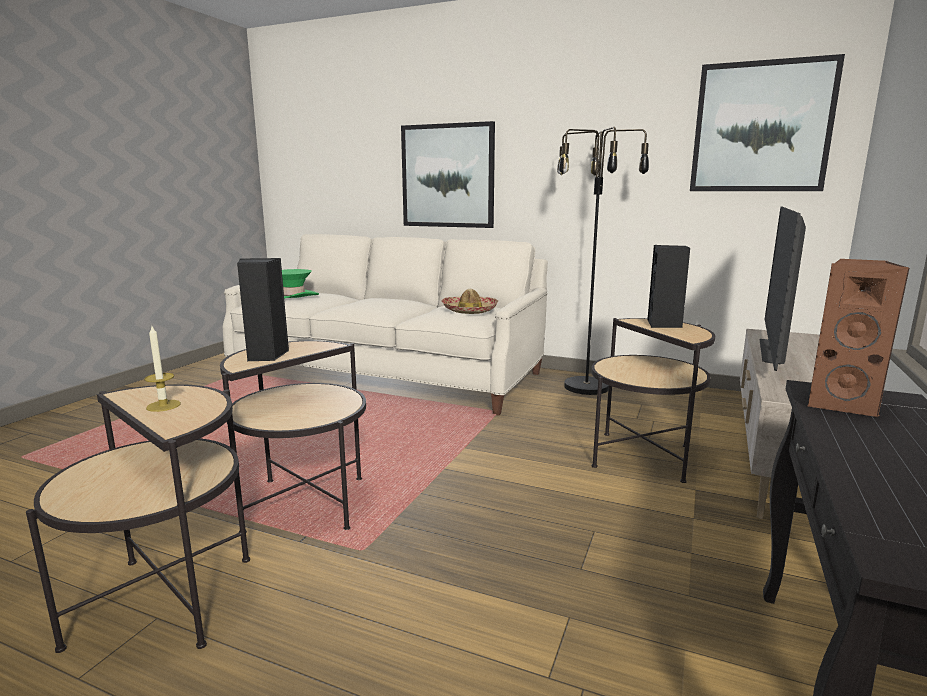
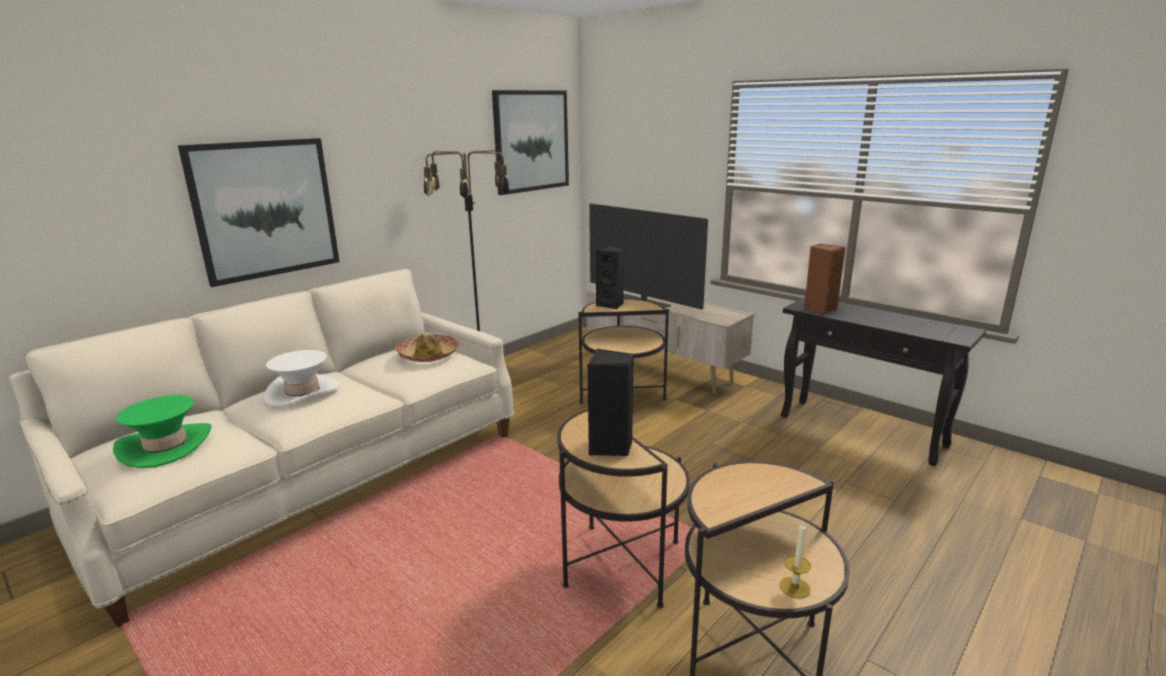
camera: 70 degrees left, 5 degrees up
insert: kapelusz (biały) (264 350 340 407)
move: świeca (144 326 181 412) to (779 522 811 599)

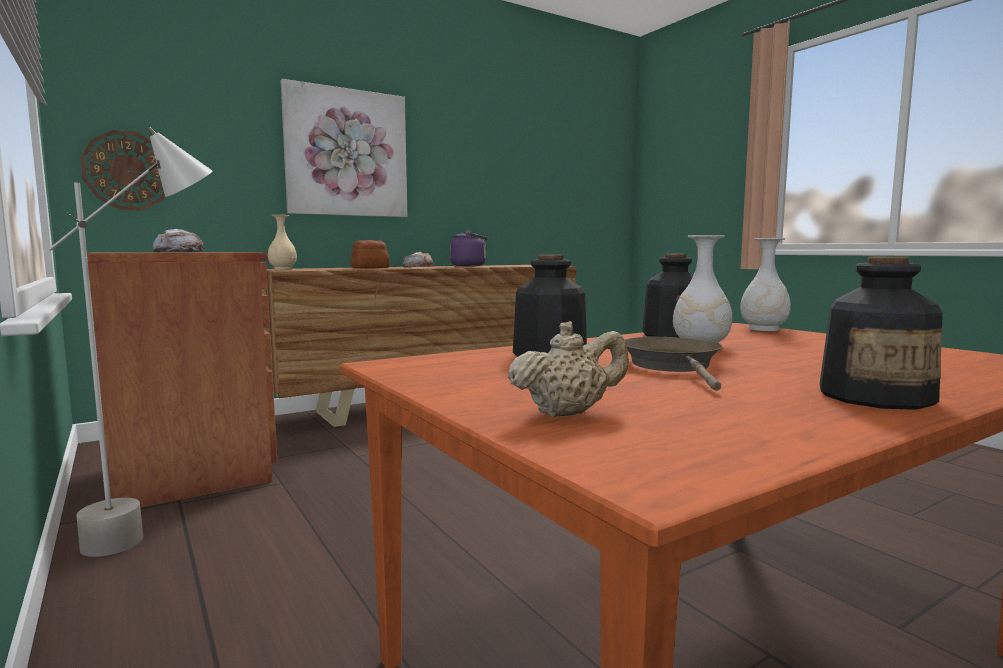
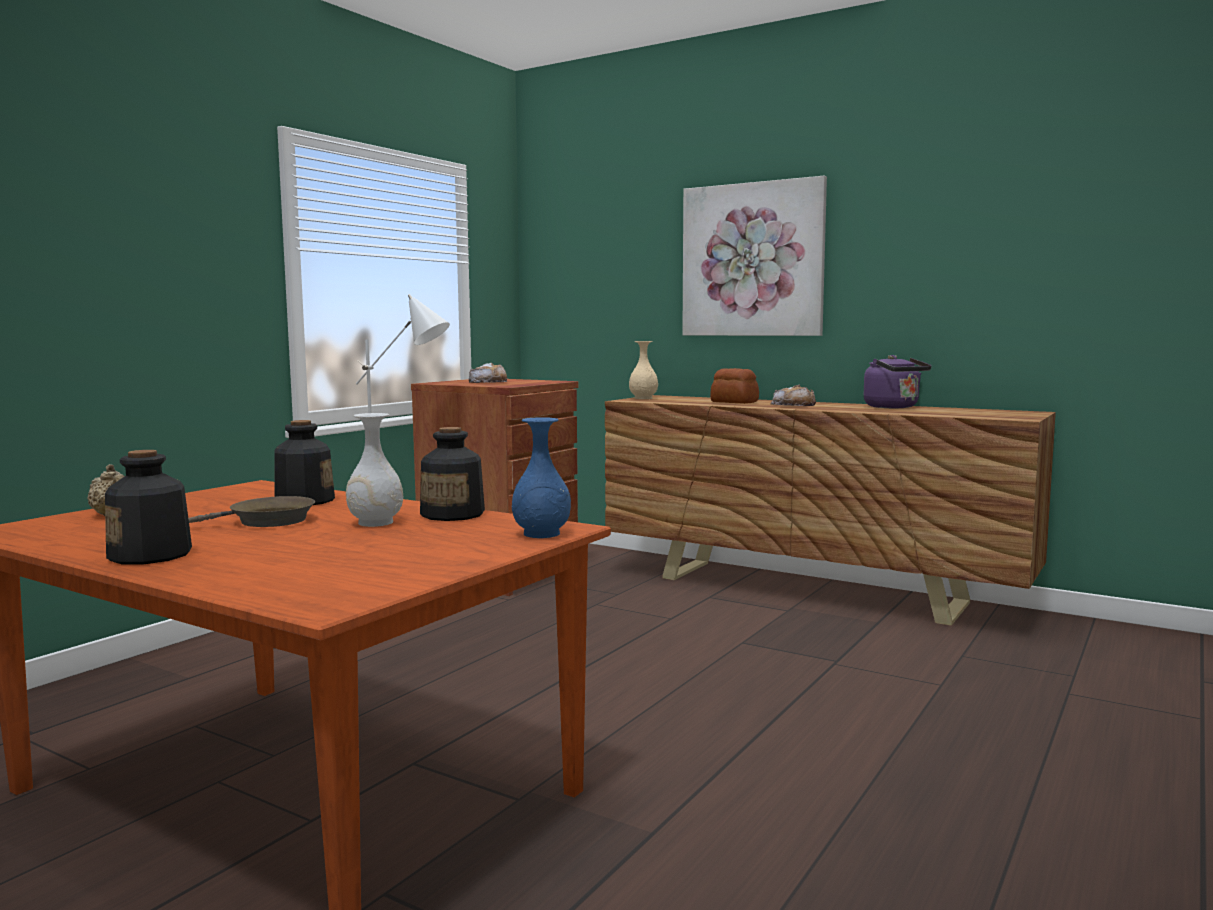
camera: 65 degrees right, 0 degrees up
delete: zegar ścienny (80 130 165 210)
recolor: wazon (biały) (740 238 791 331) to wazon (niebieski) (512 417 571 538)

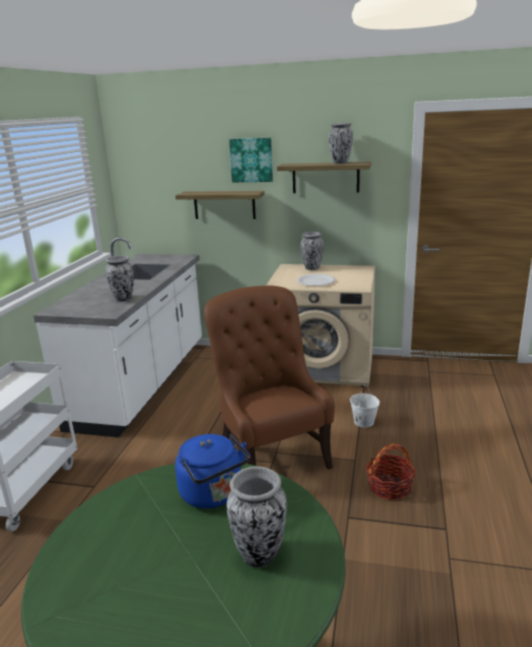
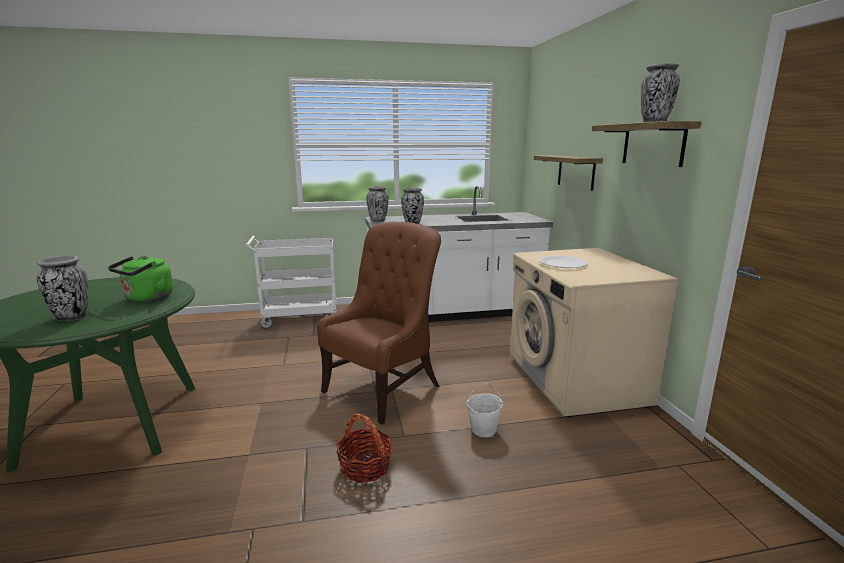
camera: 65 degrees right, 5 degrees down
delete: obraz (229 138 273 182)
move: wazon (300 232 324 270) to (366 186 389 222)
recolor: czajnik (niebieski) (175 434 250 509) to czajnik (zielony) (108 256 173 302)

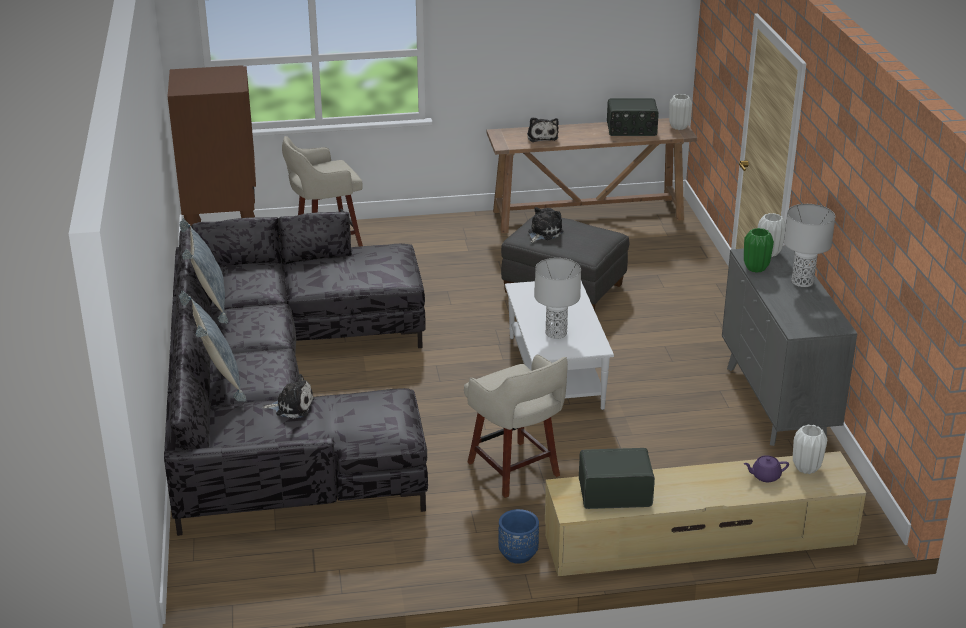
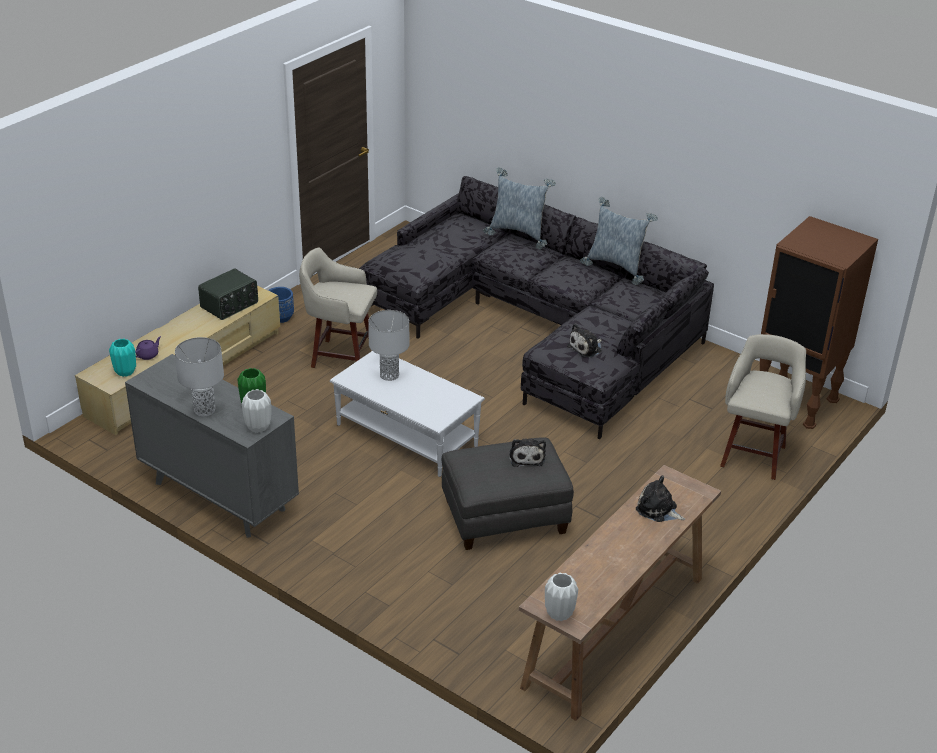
camera: 135 degrees right, 5 degrees up
delete: radio (607 98 659 136)
move: pluszak (263 374 314 418) to (567 324 602 358)
recolor: wazon (biały) (793 424 827 474) to wazon (turkusowy) (109 339 136 377)

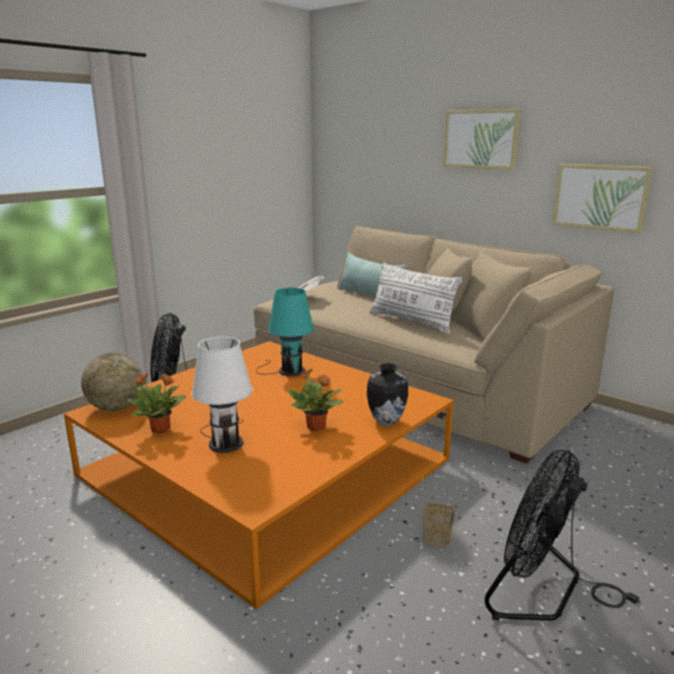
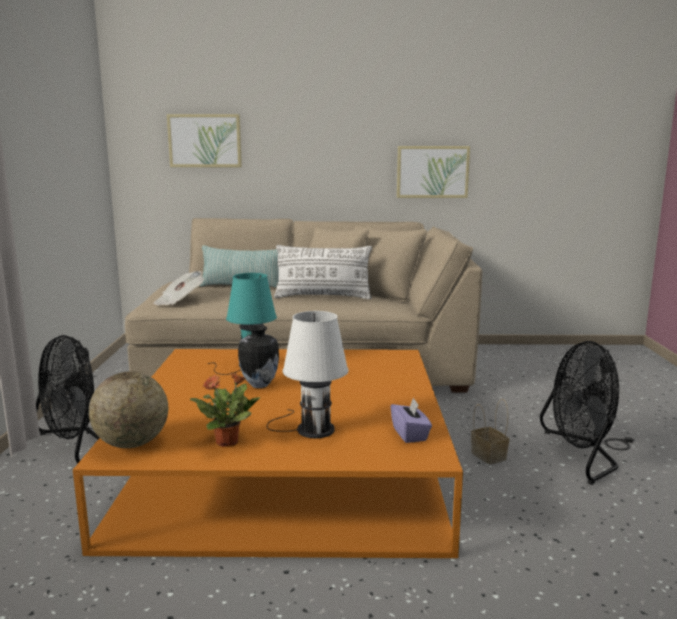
camera: 40 degrees left, 5 degrees down
delete: roślina doniczkowa (288 369 343 431)
insert: pudełko chusteczek (fioletowy) (391 397 432 443)
move: obraz (443 109 521 170) to (167 114 242 167); wazon (367 363 408 426) to (238 326 279 388)

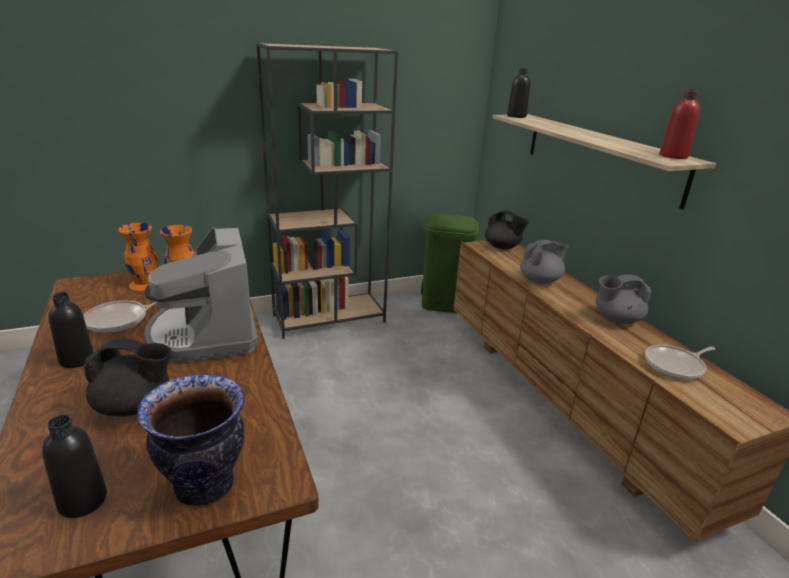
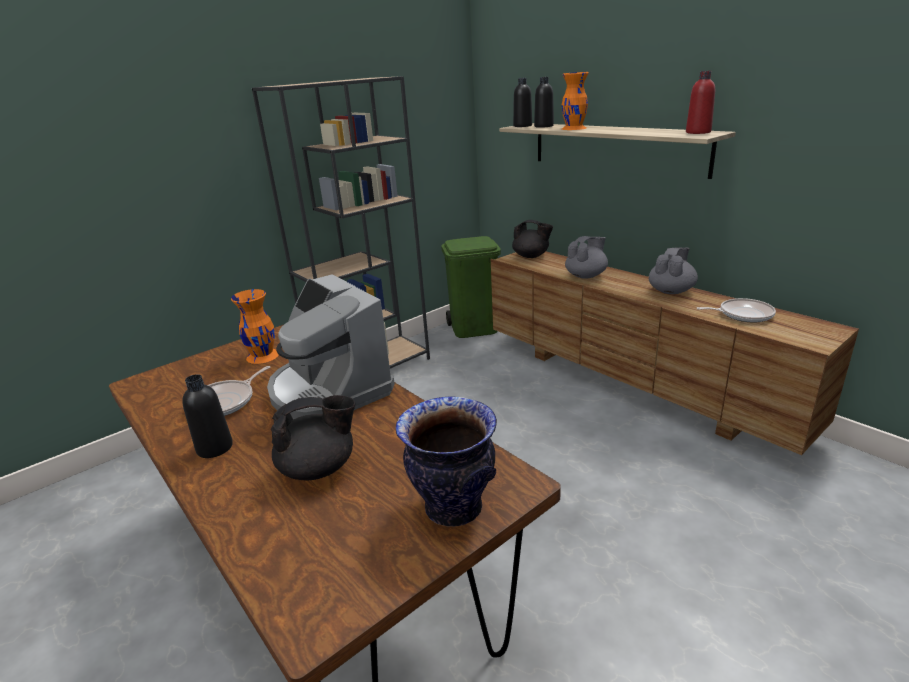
camera: 15 degrees left, 0 degrees up
move: butelka (czarny) (42 415 107 518) to (534 77 554 128); wazon (pomarańczowy) (118 223 158 291) to (562 72 589 130)
rotate: imbryk (szary) (596 275 651 324) = (649 247 698 294) 150 degrees clockwise; patelnia (645 345 715 380) = (697 298 776 322) 135 degrees counterclockwise

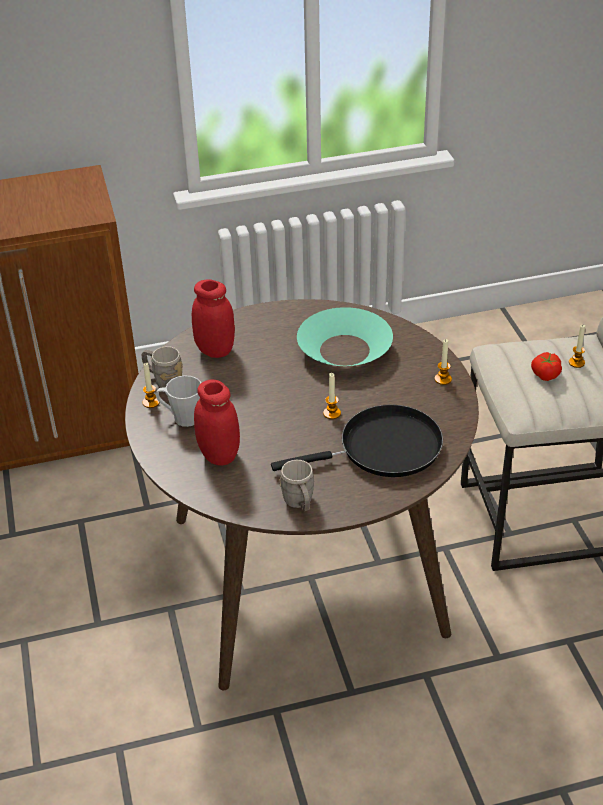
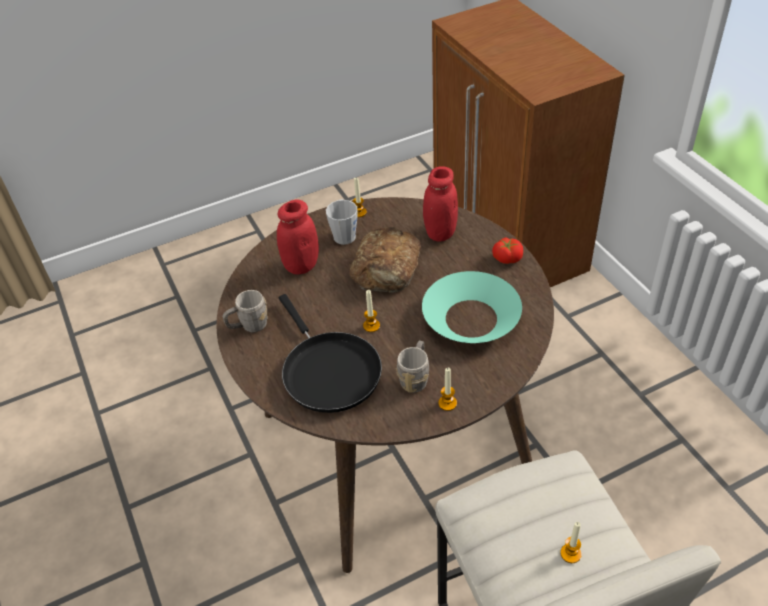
camera: 80 degrees right, 5 degrees up
insert: chleb (349 227 421 293)
move: kubek (szary) (142 346 183 388) to (396 341 429 393); pomidor (531 352 562 381) to (492 237 523 264)

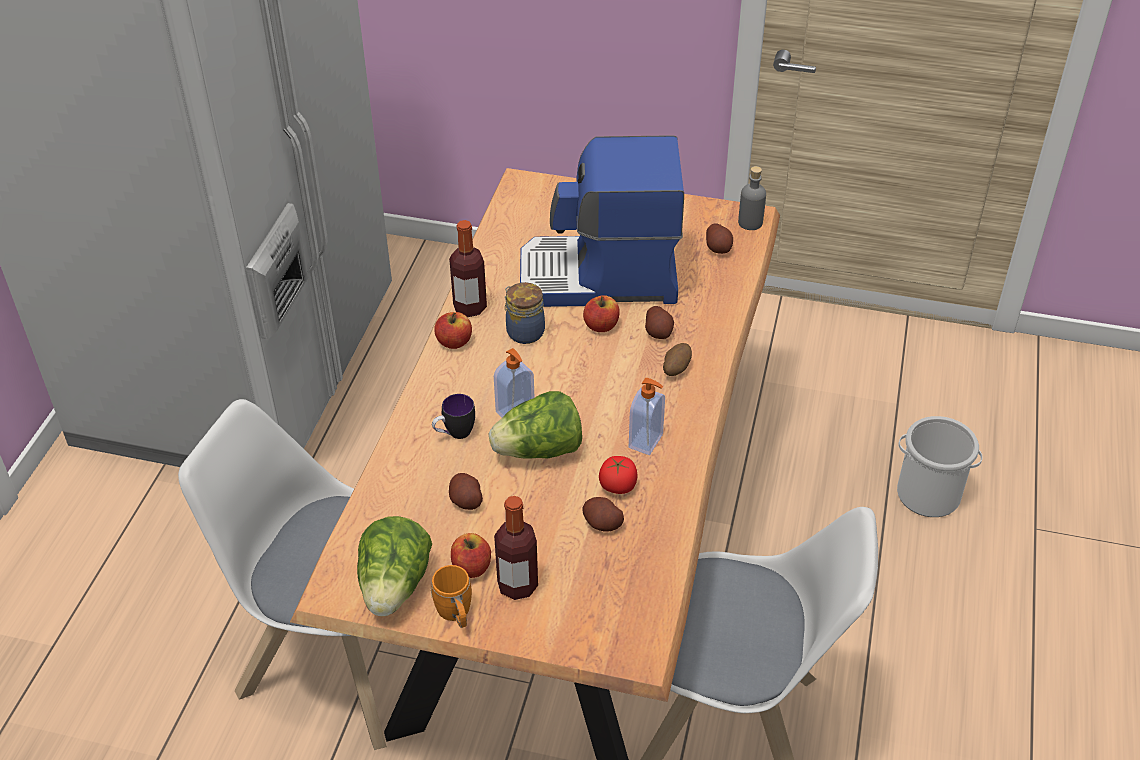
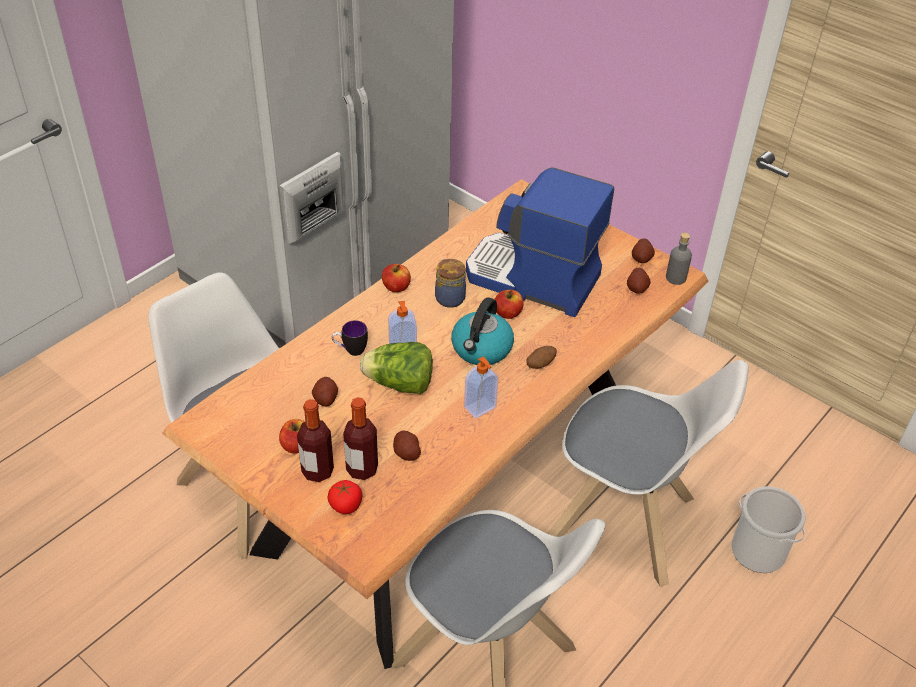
camera: 25 degrees right, 0 degrees up
delete: sałata (357 516 432 616); kubek (pomarańczowy) (430 565 472 628)
insert: czajnik (451 297 514 365); krzesło (547 360 749 587)
move: pomidor (599 456 637 494) to (328 480 362 514); butelka (449 220 487 317) to (343 397 378 480); ziemniak (645 306 674 339) to (632 239 655 263)

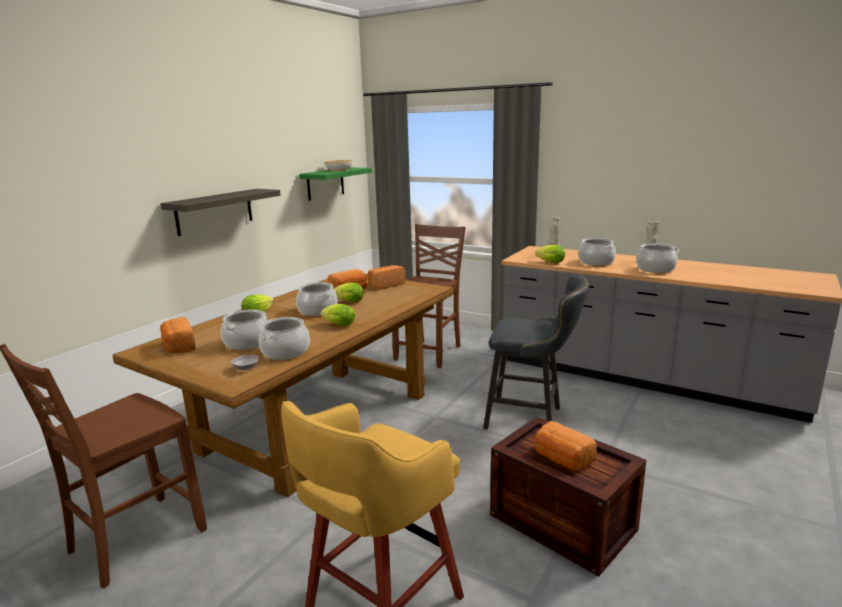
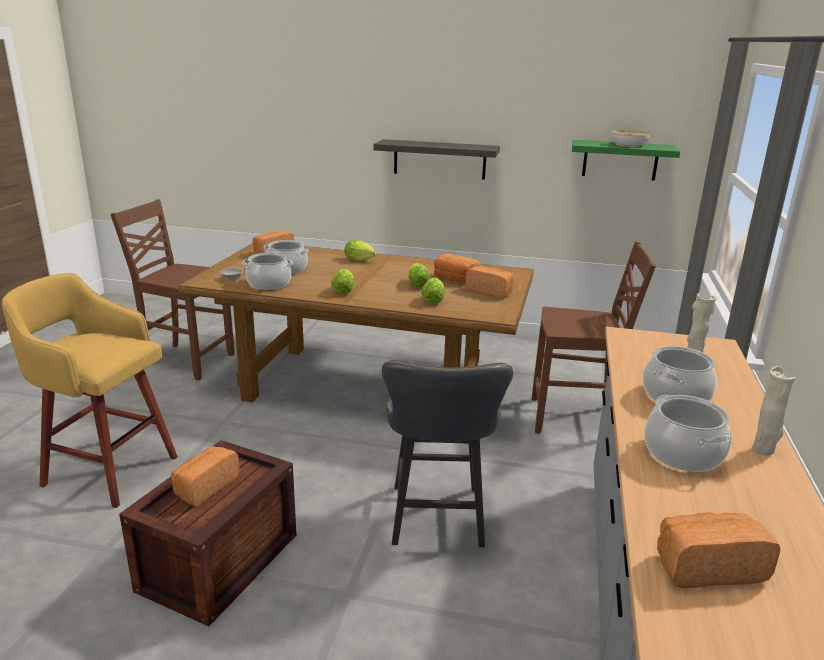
camera: 70 degrees right, 5 degrees up
delete: garnek (296 282 338 316)
insert: chleb (657 512 781 588)
move: sałata (535 245 565 263) to (421 278 445 304)

